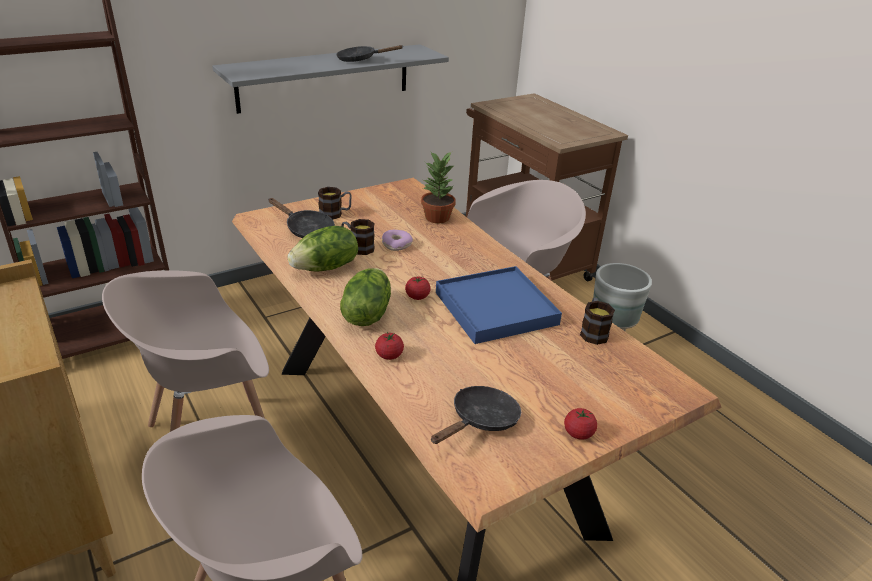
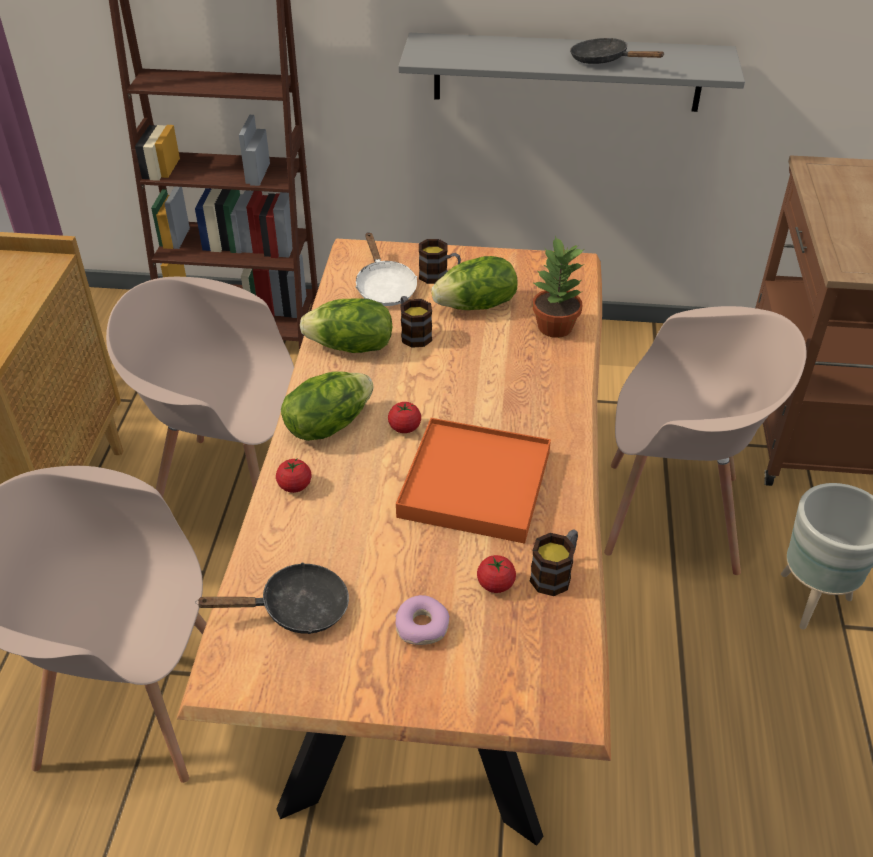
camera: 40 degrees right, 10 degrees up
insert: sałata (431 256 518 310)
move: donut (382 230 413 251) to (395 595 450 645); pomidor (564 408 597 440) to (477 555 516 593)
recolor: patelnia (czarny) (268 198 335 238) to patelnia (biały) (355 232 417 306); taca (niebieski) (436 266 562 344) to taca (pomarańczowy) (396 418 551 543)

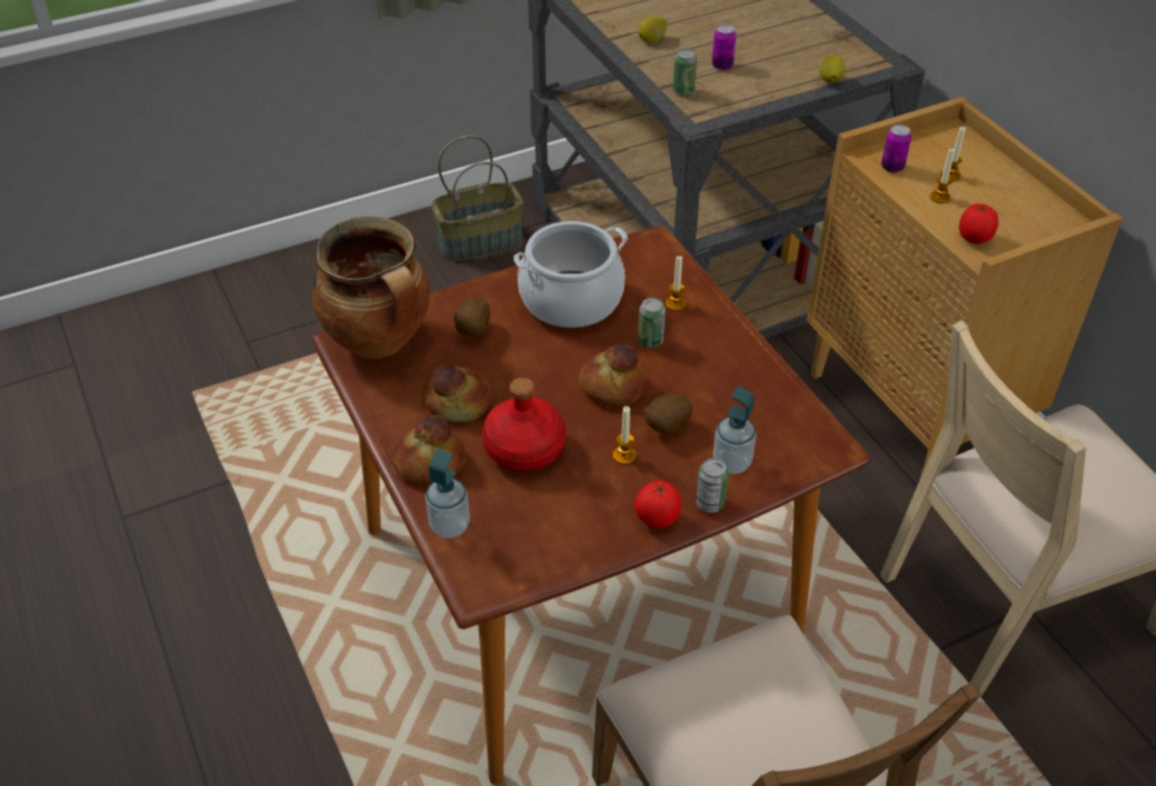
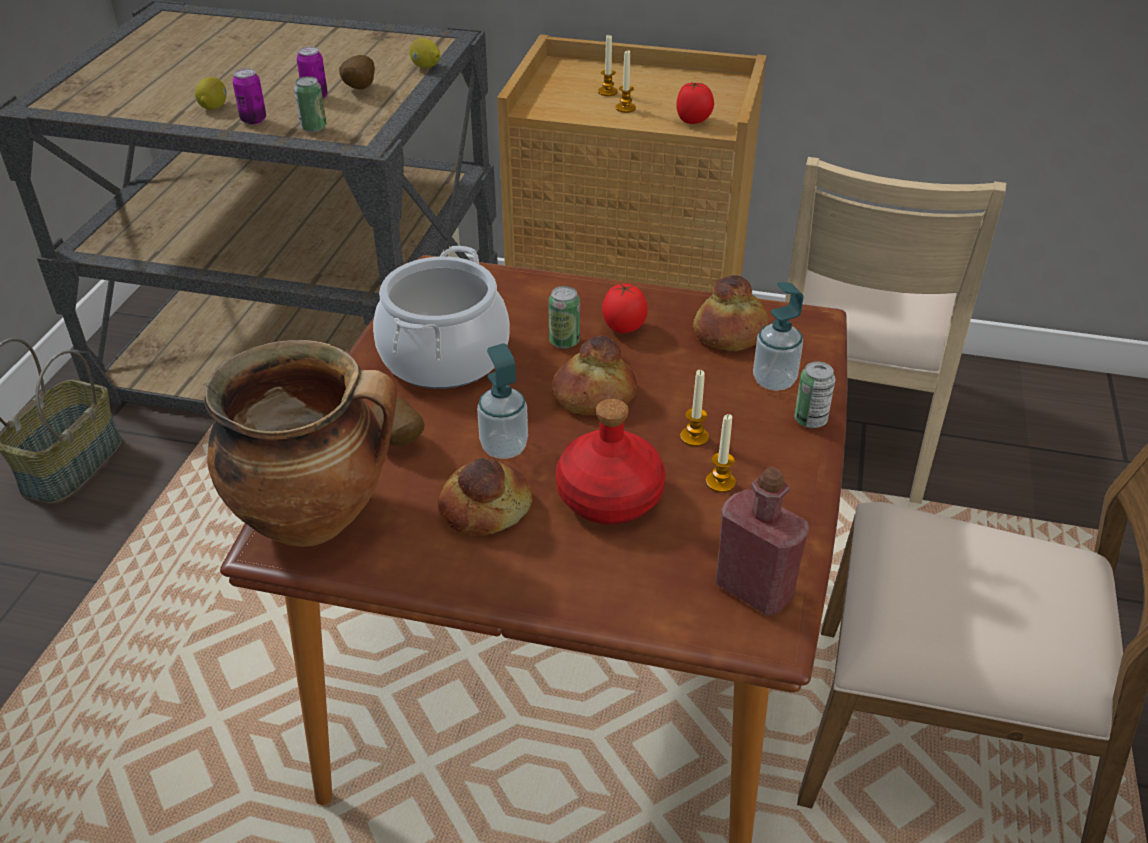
camera: 50 degrees left, 5 degrees down
insert: butelka (czerwony) (716 467 809 616)
move: puszka (881 124 911 173) to (232 68 266 125); ziemniak (643 394 693 433) to (339 55 375 90); dozownik mydła (425 449 470 538) to (477 343 528 459); pomidor (635 481 681 528) to (602 283 648 333); chleb (393 415 466 484) to (693 275 769 351); świeca (666 255 686 311) to (706 414 736 493)

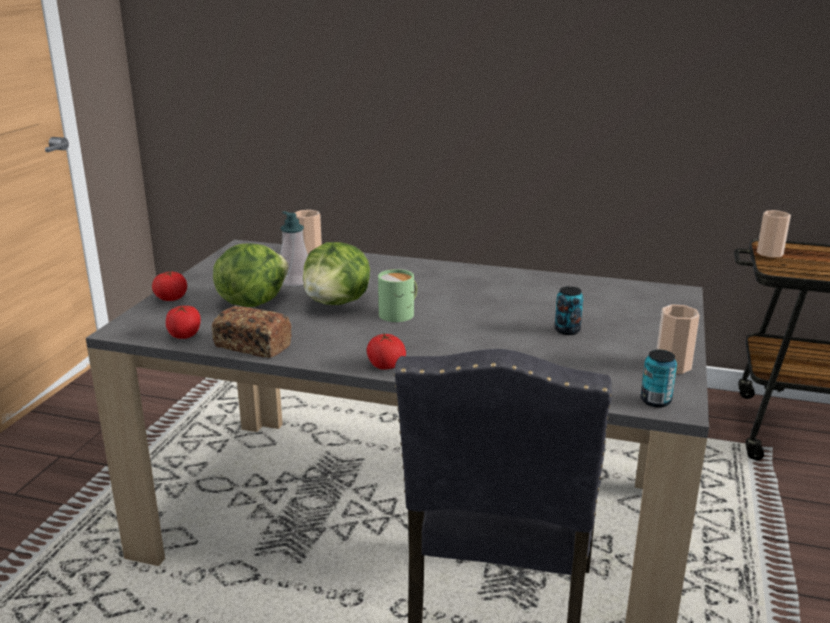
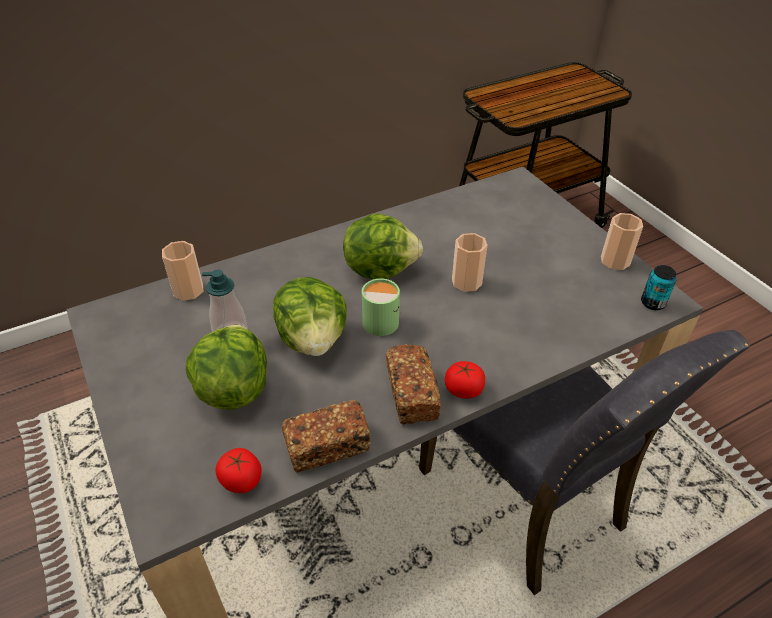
camera: 45 degrees left, 20 degrees up
delete: pomidor (152 271 187 301); puszka (555 286 583 335)
insert: sałata (343 213 423 279); chleb (386 344 441 424)
move: filiżanka (757 210 791 258) to (452 233 487 292)

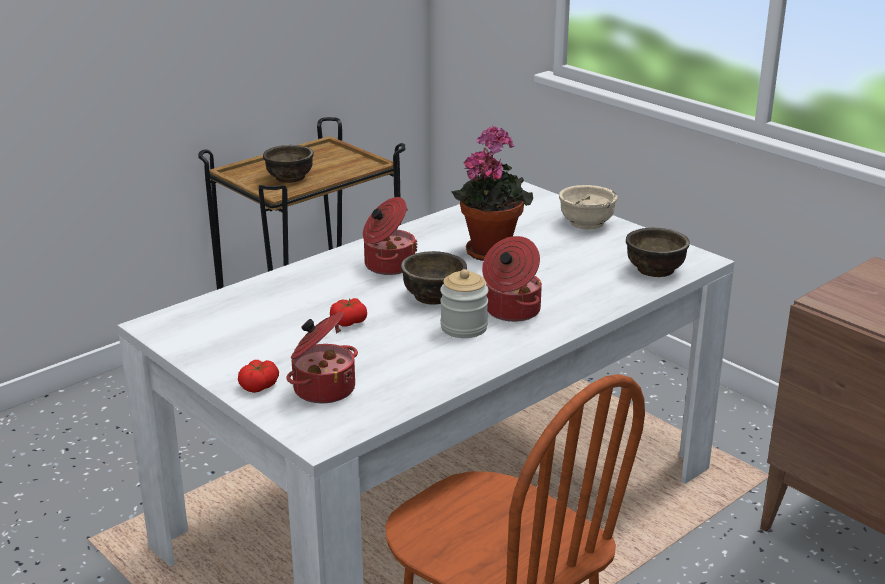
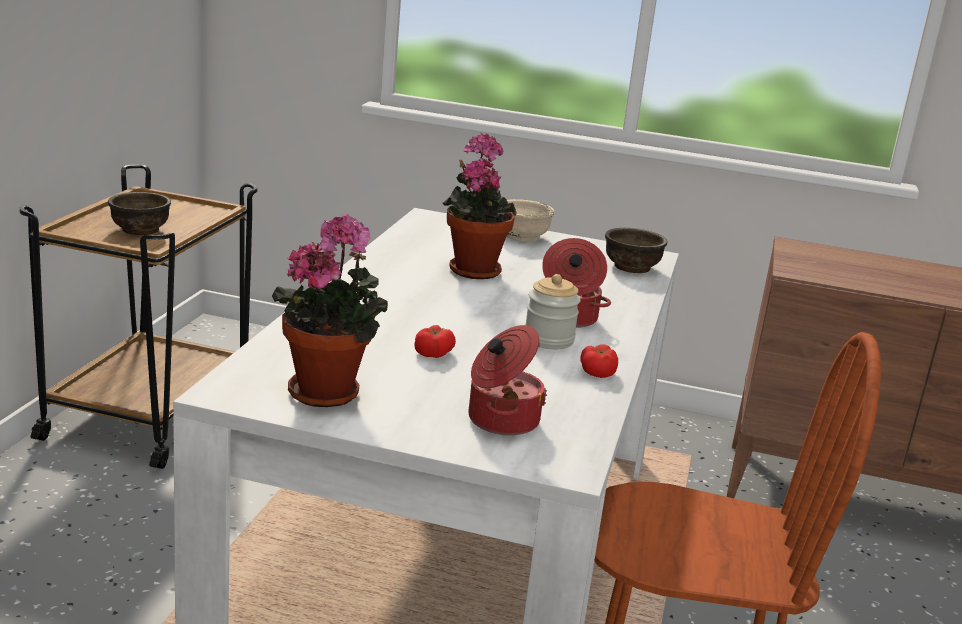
camera: 35 degrees left, 5 degrees down
delete: garnek (363 197 417 275); miska (brązowy) (401 251 467 305)
insert: roślina doniczkowa (272 214 388 407)
move: pomidor (238 360 279 393) to (580 344 618 378)

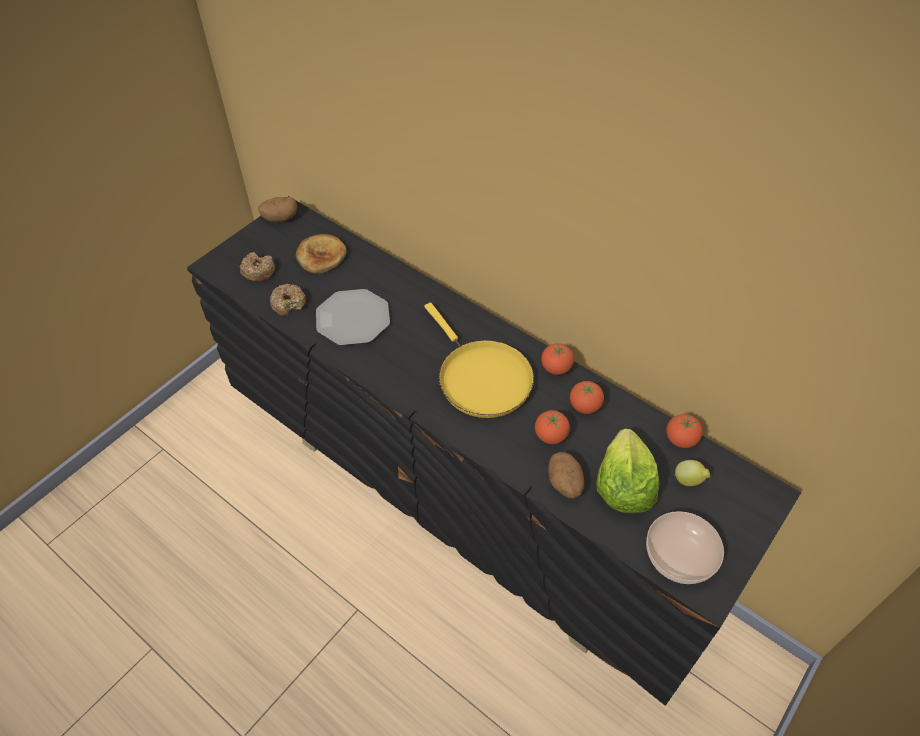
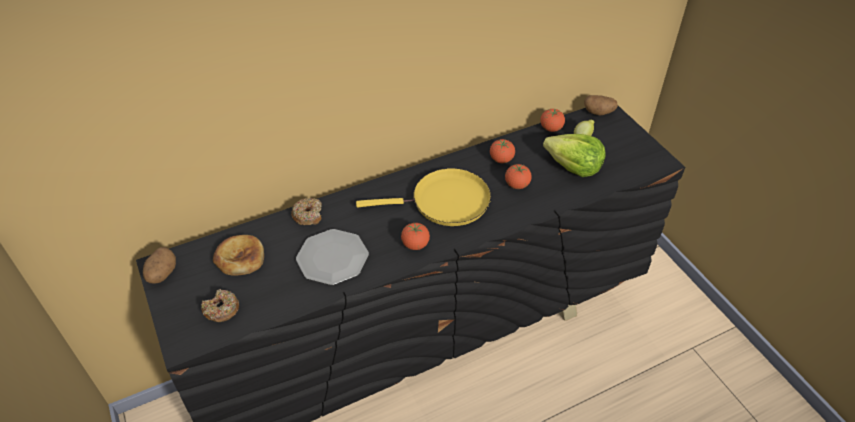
camera: 65 degrees left, 5 degrees down
delete: miska (646 511 724 584)
move: donut (270 284 306 315) to (291 198 322 225); pomidor (541 343 574 375) to (401 223 430 250); ziemniak (548 452 584 499) to (584 95 618 115)

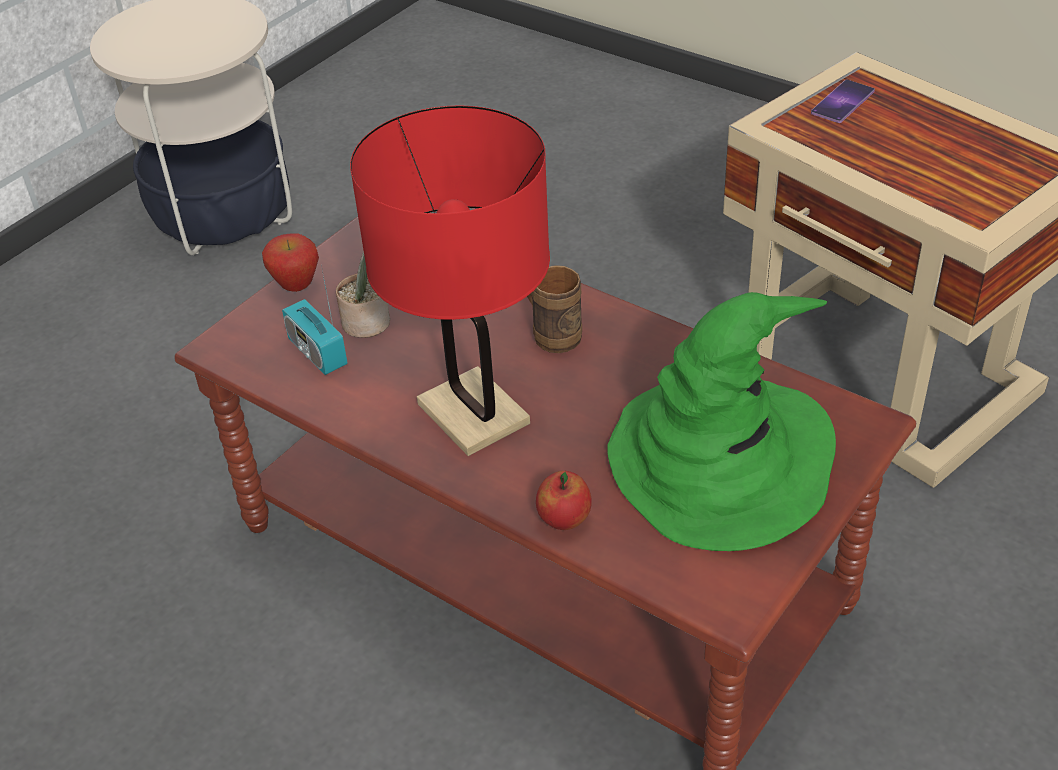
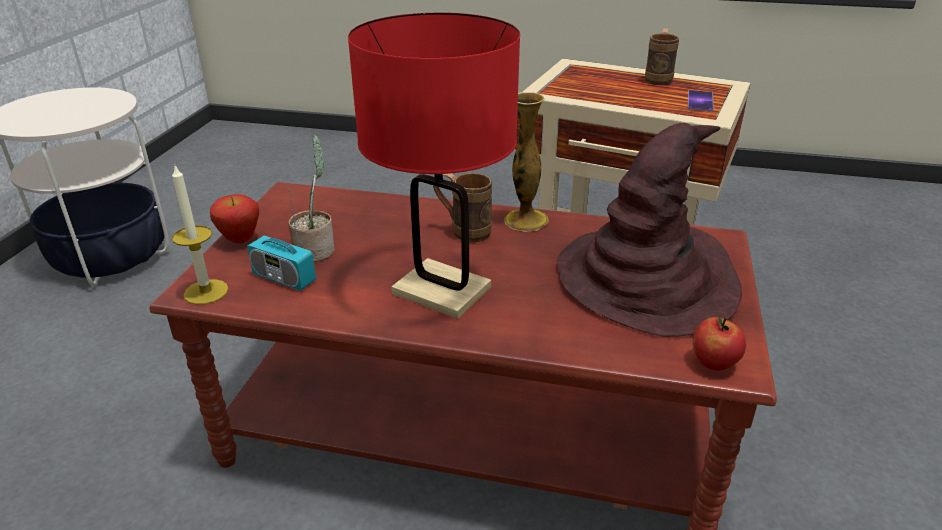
camera: 25 degrees left, 10 degrees down
insert: świeca (172 164 228 305); wazon (504 92 549 232); kubek (brązowy) (645 28 679 85)
move: telefon (811 80 875 123) to (688 90 714 112); jabłko (536 471 592 530) to (693 317 746 371)
recolor: kapelusz (zielony) (608 292 836 551) to kapelusz (brązowy) (557 123 742 337)

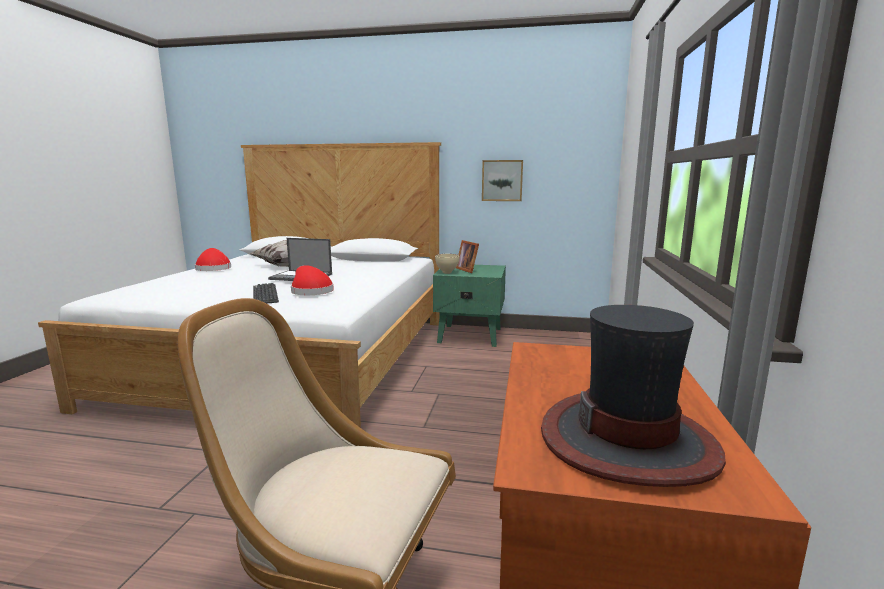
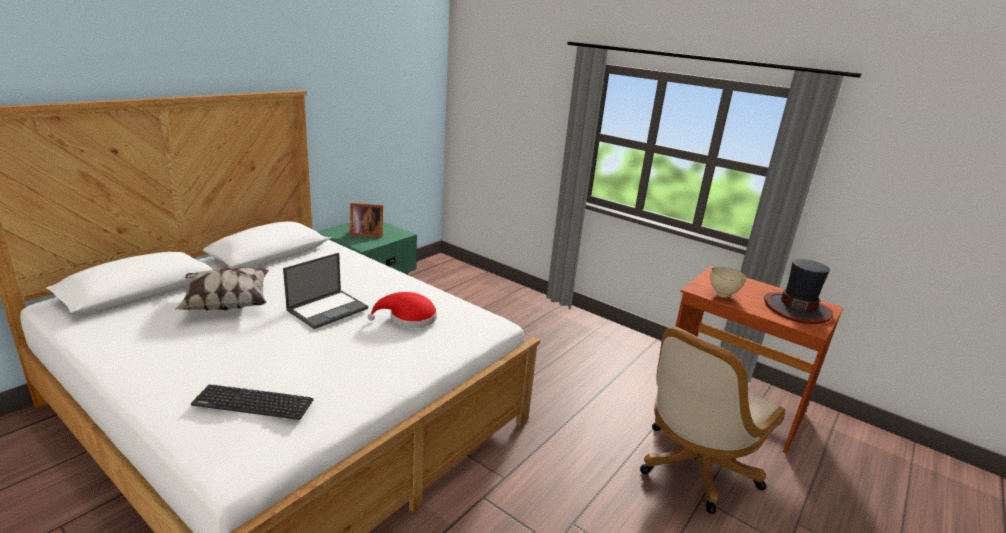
camera: 65 degrees left, 10 degrees up
delete: kapelusz (czerwony) (195 248 231 271); obraz (482 160 523 201)
move: klawiatura (253 283 279 304) to (191 385 314 420); miska (beżowy) (435 254 460 274) to (710 267 746 298)

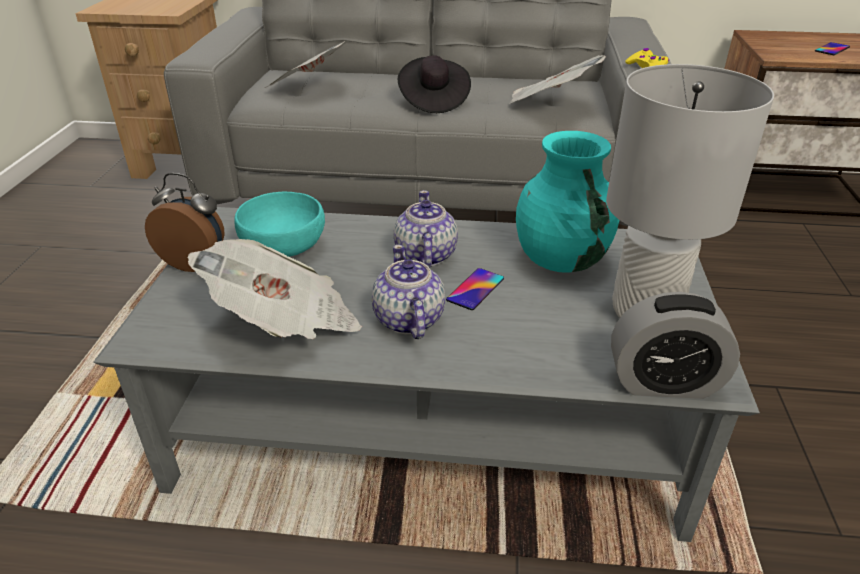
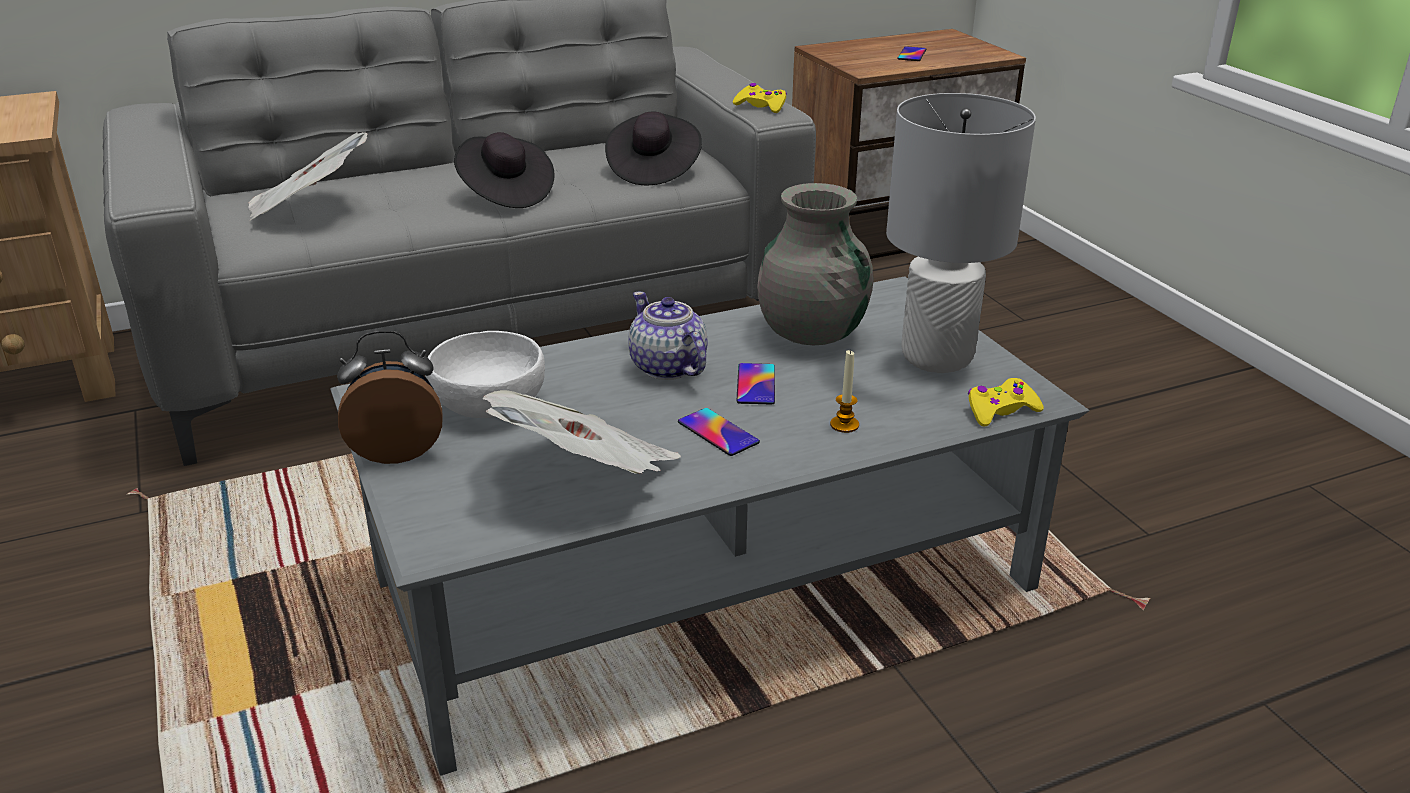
camera: 30 degrees left, 5 degrees down
insert: świeca (830 349 859 433)
replace: gazeta (509 55 606 104) to kapelusz (czarny) (605 112 702 185); imbryk (372 245 445 339) to telefon (678 408 760 456); budzik (611 292 740 399) to pad do gier (żółty) (968 378 1044 427)
recolor: miska (turkusowy) (234 192 325 257) to miska (biały) (427 331 545 418); wazon (turkusowy) (516 131 619 273) to wazon (szary) (758 183 874 345)

